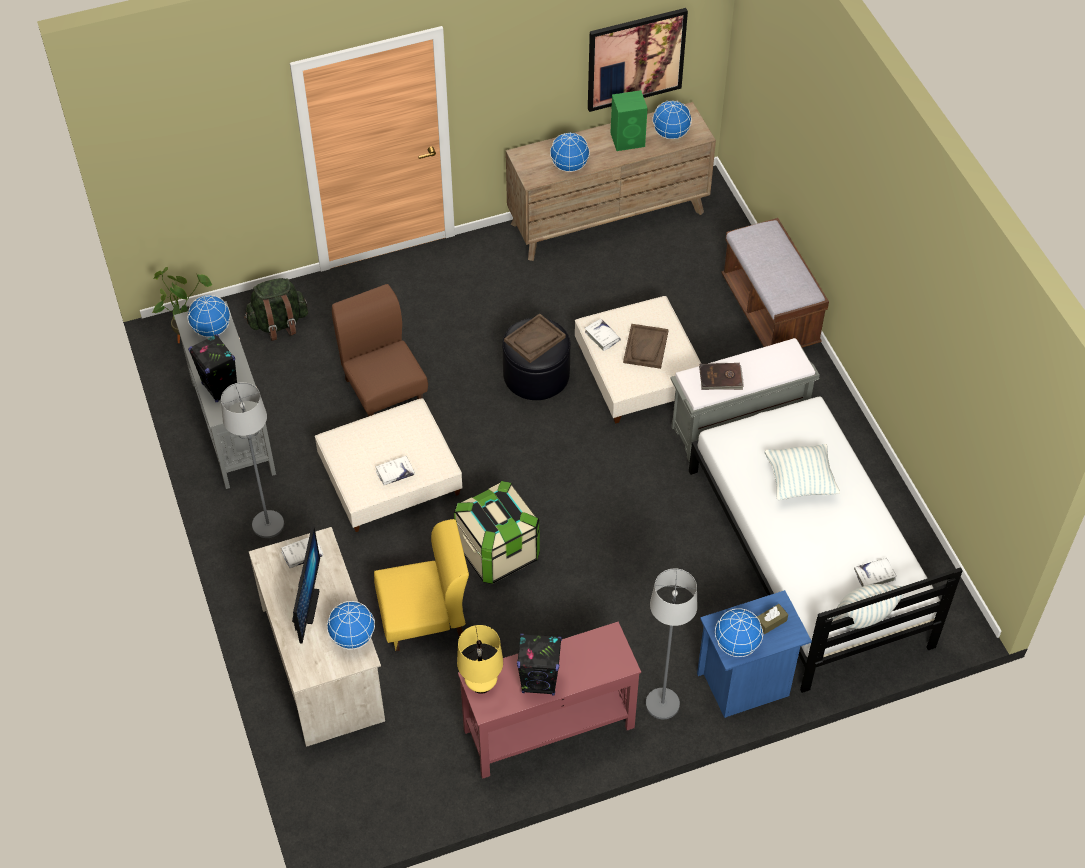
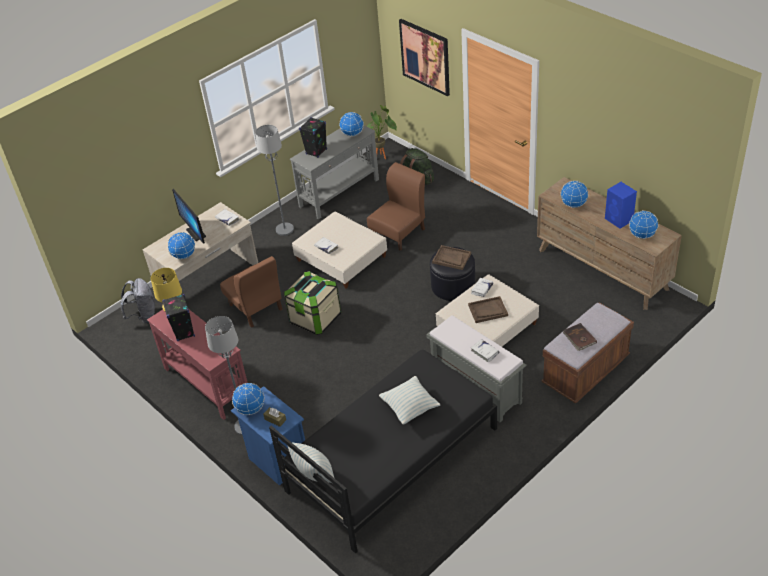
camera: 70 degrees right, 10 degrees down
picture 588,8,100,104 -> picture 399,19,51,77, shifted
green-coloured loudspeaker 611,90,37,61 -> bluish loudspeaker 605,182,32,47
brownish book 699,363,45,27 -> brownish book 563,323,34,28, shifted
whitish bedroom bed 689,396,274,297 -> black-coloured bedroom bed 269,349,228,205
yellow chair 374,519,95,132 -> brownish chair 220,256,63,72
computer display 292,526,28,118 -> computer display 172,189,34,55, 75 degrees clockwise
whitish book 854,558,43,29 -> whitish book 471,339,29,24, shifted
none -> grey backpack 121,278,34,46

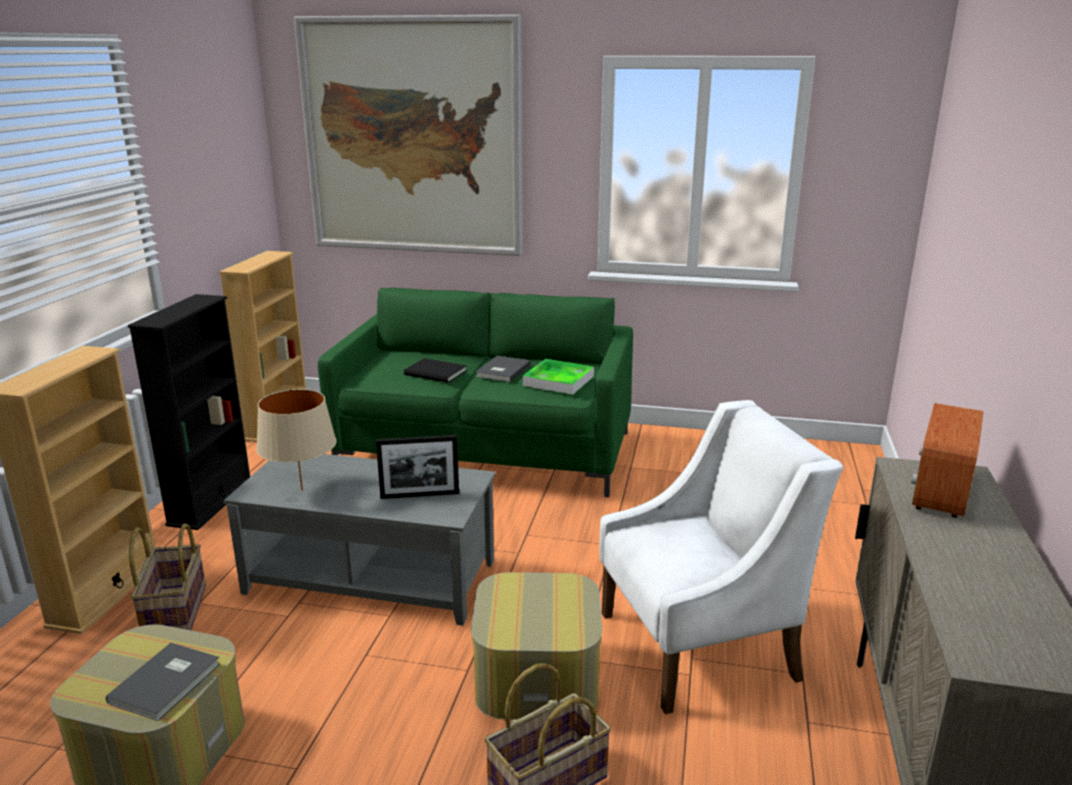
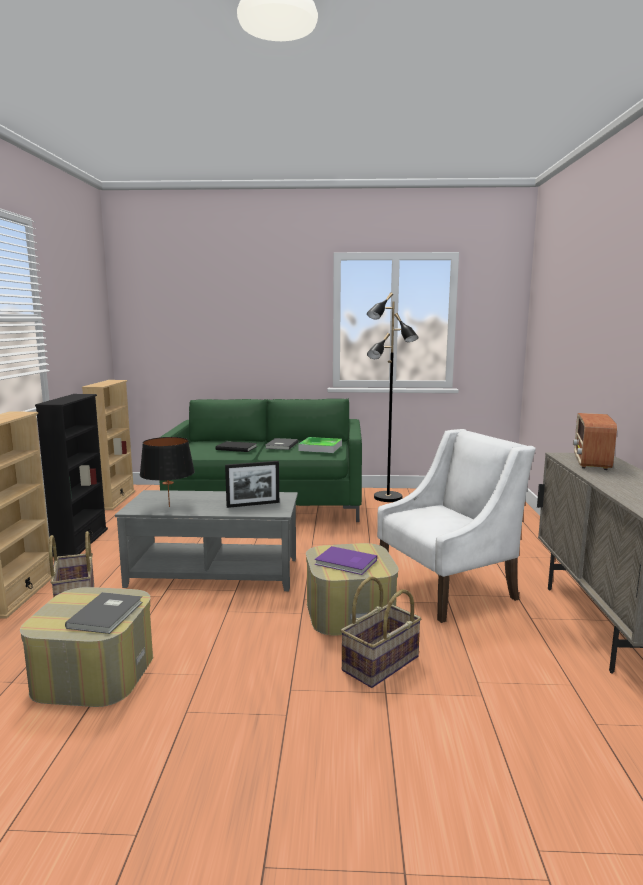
camera: 10 degrees left, 10 degrees down
picture 294,14,229,242 -> none
sand-coloured tabletop lamp 256,389,80,101 -> black-coloured tabletop lamp 140,437,55,70
none -> black-coloured standing lamp 367,292,52,210
none -> purple book 315,546,62,29

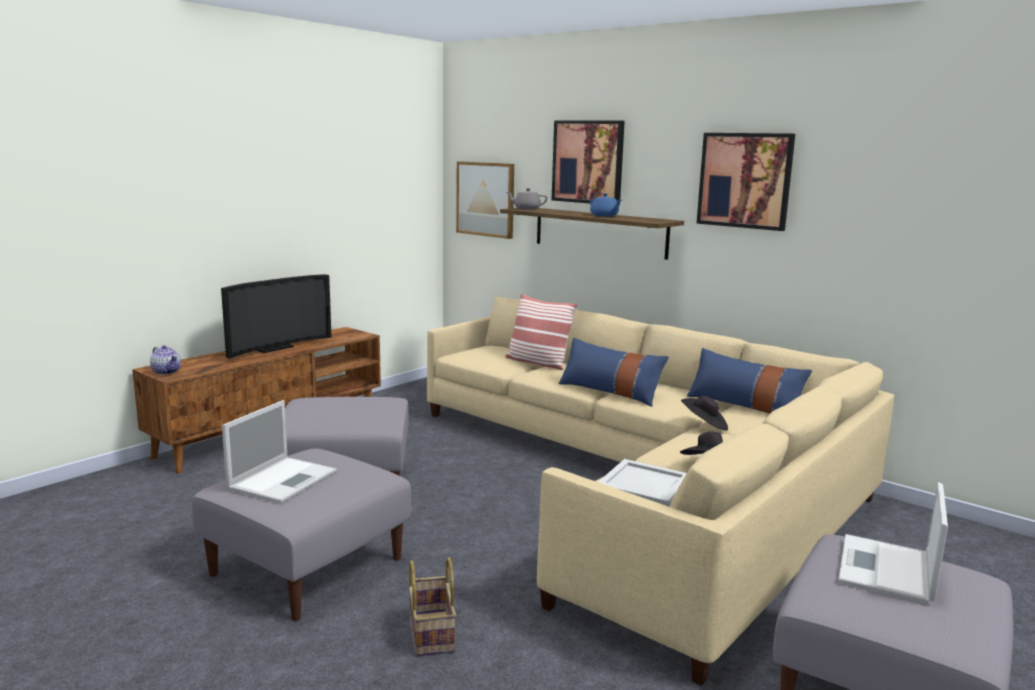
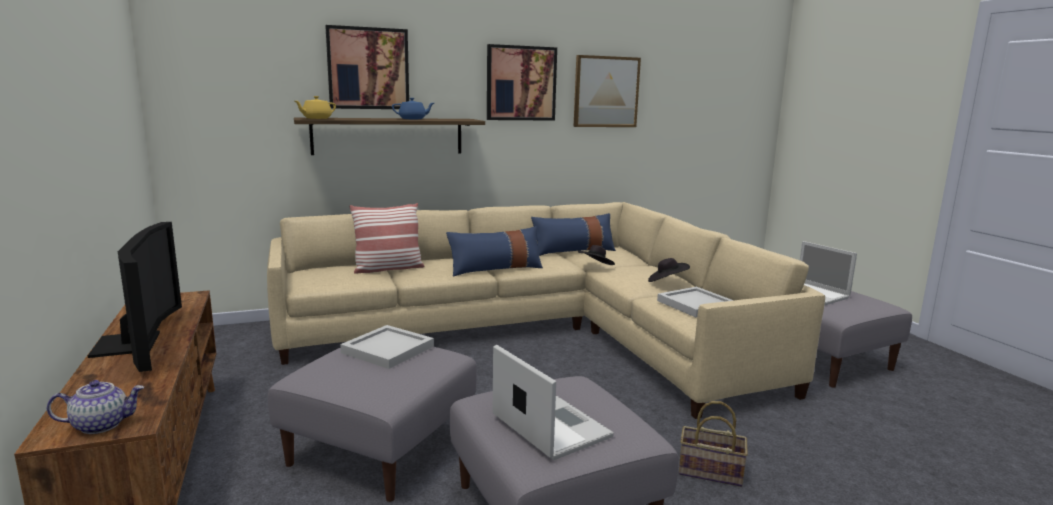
camera: 60 degrees left, 0 degrees up
picture 456,161,58,78 -> picture 573,55,68,72, shifted
grey tea pot 507,188,41,22 -> yellow tea pot 295,96,41,23
none -> whitish tray 340,325,94,44

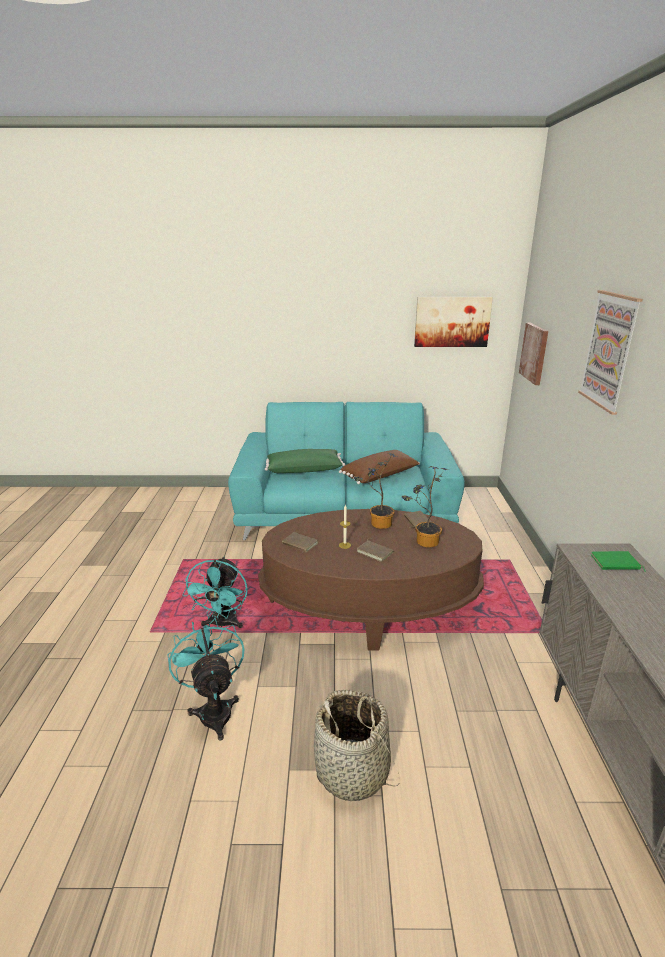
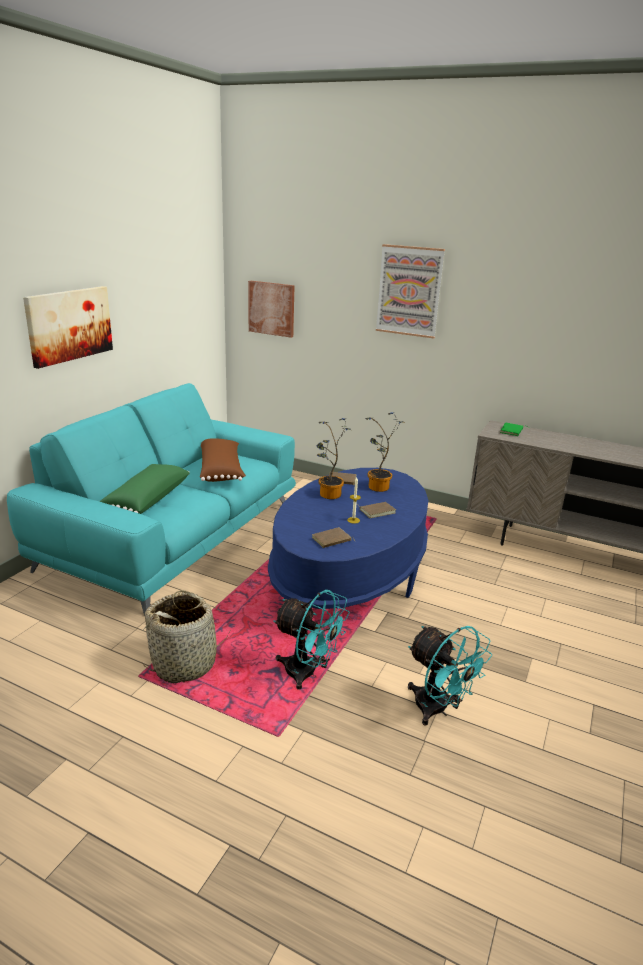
camera: 65 degrees left, 0 degrees up
picture 414,297,79,50 -> picture 23,286,90,83, shifted
brownish lounge table 258,509,226,141 -> bluish lounge table 268,468,160,141
blue-green cooling fan 168,618,76,123 -> blue-green cooling fan 408,626,84,100, 135 degrees counterclockwise
household basket 314,690,86,111 -> household basket 142,590,88,93, shifted

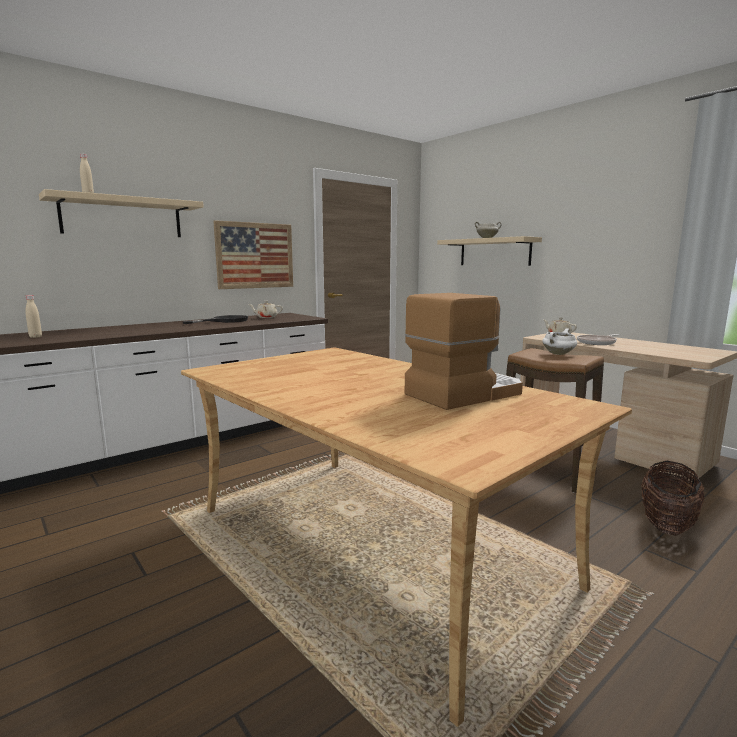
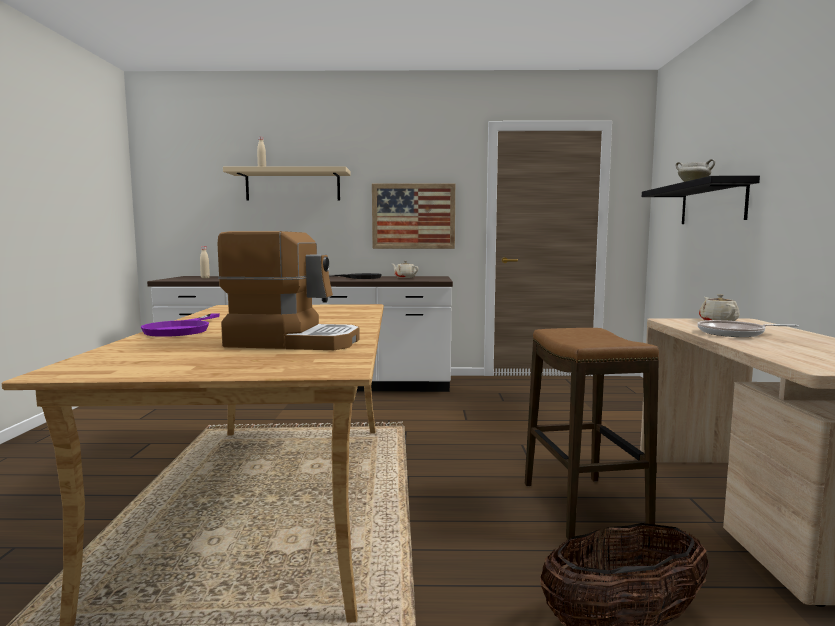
camera: 40 degrees right, 5 degrees down
sand-coloured shelf 437,236,105,30 -> black-coloured shelf 642,176,118,48
whitish cooking pot 542,328,35,27 -> none
none -> purple skillet 141,313,79,24

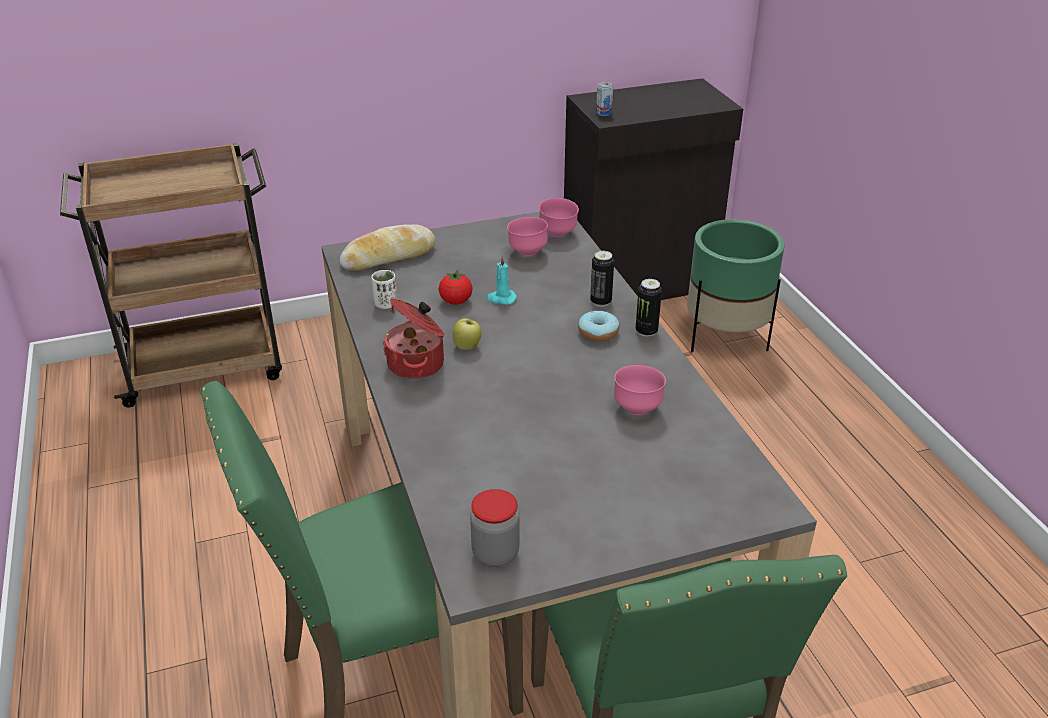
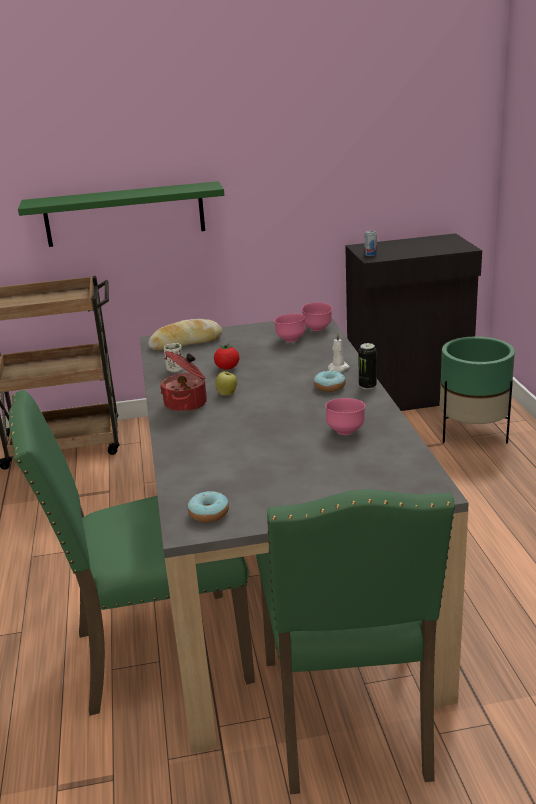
camera: 10 degrees right, 10 degrees down
sealed can 590,251,24,56 -> whitish wax light 328,332,21,40
blue-green wax light 487,256,30,49 -> none
jar 470,489,49,78 -> donut 188,491,41,32
none -> green-coloured shelf 18,181,206,66

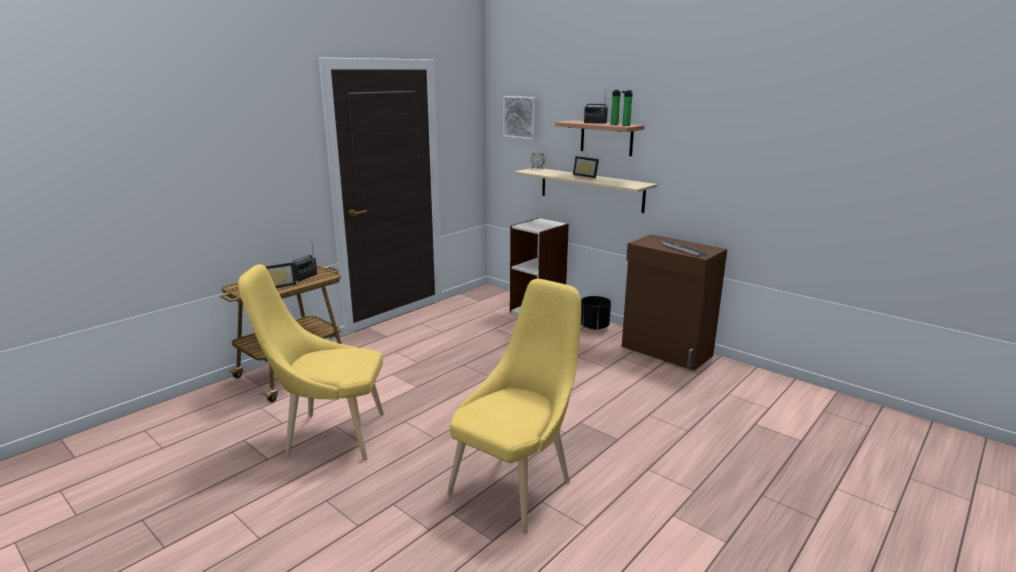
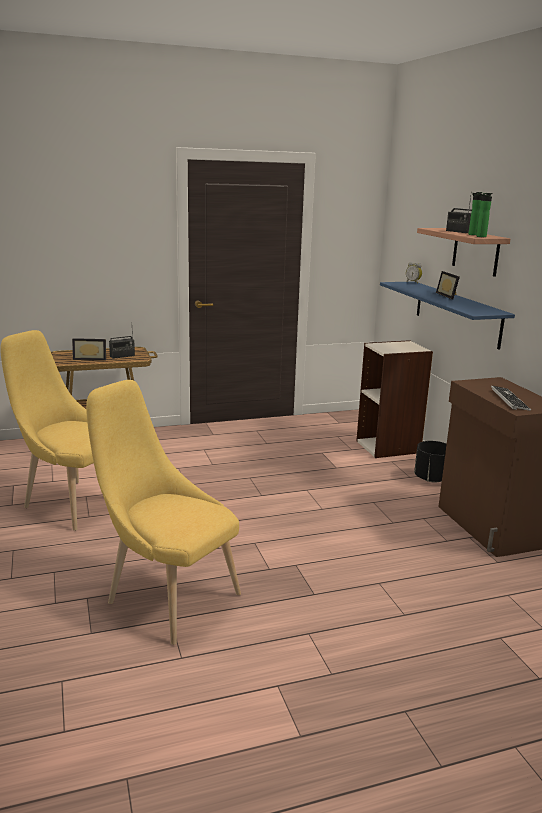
camera: 30 degrees right, 0 degrees up
picture 503,96,34,44 -> none
sand-coloured shelf 514,168,143,45 -> bluish shelf 380,281,135,69
yellow chair 447,279,134,255 -> yellow chair 86,380,155,265, 120 degrees counterclockwise

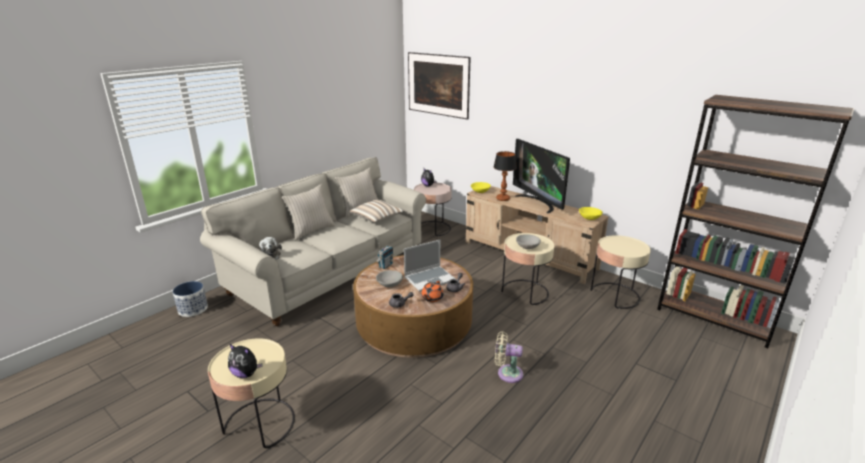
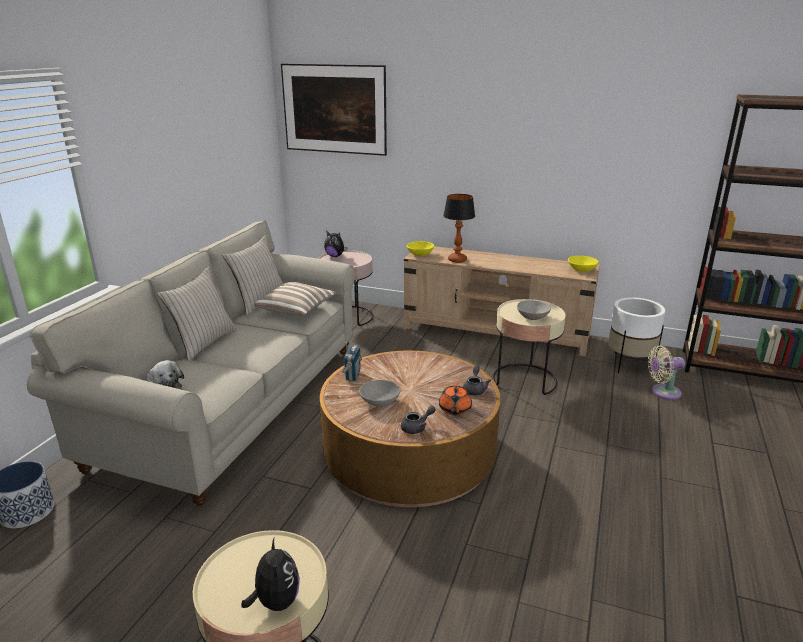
camera: 20 degrees left, 0 degrees up
TV set 513,139,57,75 -> none
sand-coloured end table 591,235,60,74 -> whitish plant pot 608,297,57,76
notebook computer 404,240,51,52 -> none
sand-coloured cooling fan 495,331,28,52 -> sand-coloured cooling fan 648,345,37,55, shifted
plush toy 228,344,35,34 -> plush toy 241,538,59,73, 105 degrees counterclockwise

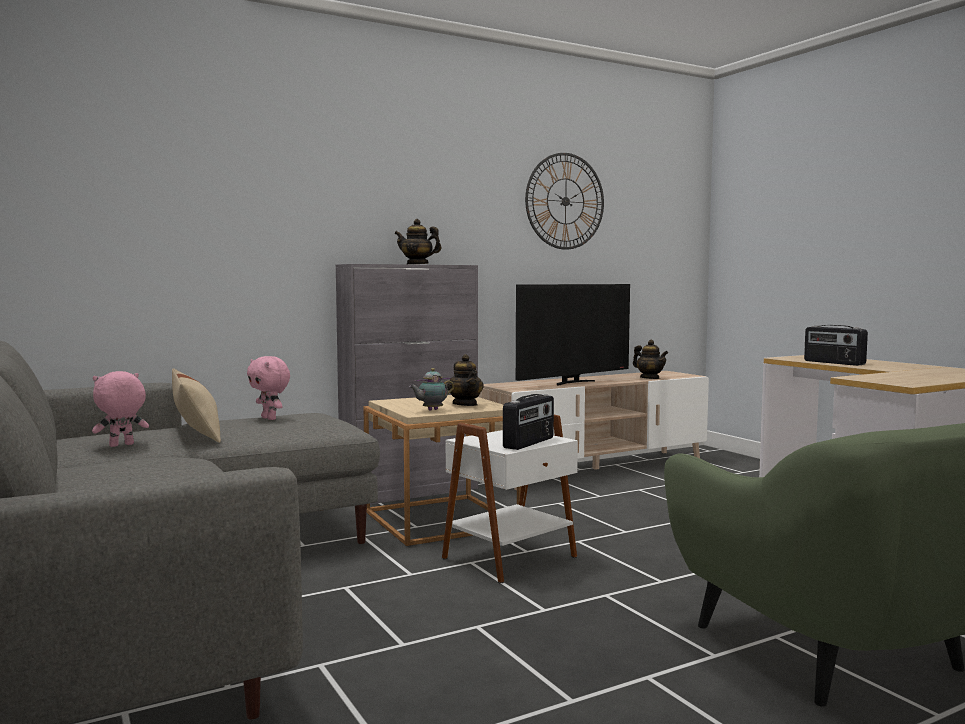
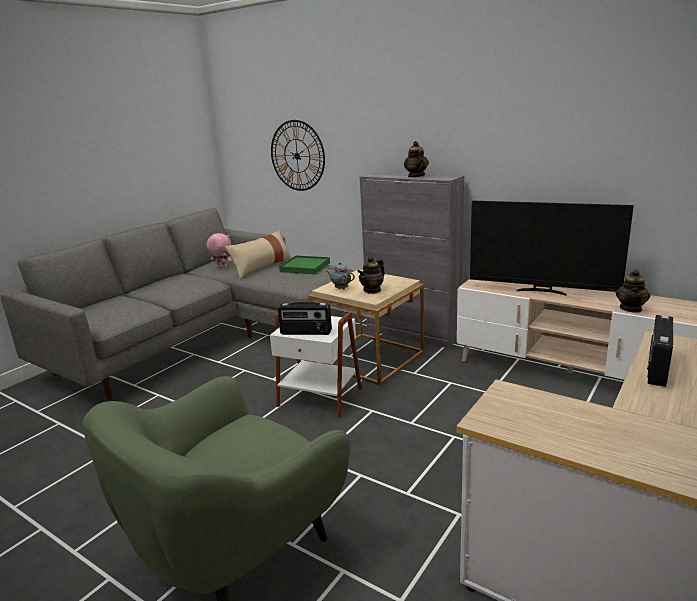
camera: 65 degrees right, 15 degrees up
wall clock 525,153,79,97 -> wall clock 271,120,54,71, shifted
pinkish plush toy 247,356,43,64 -> green-coloured tray 279,255,51,20

